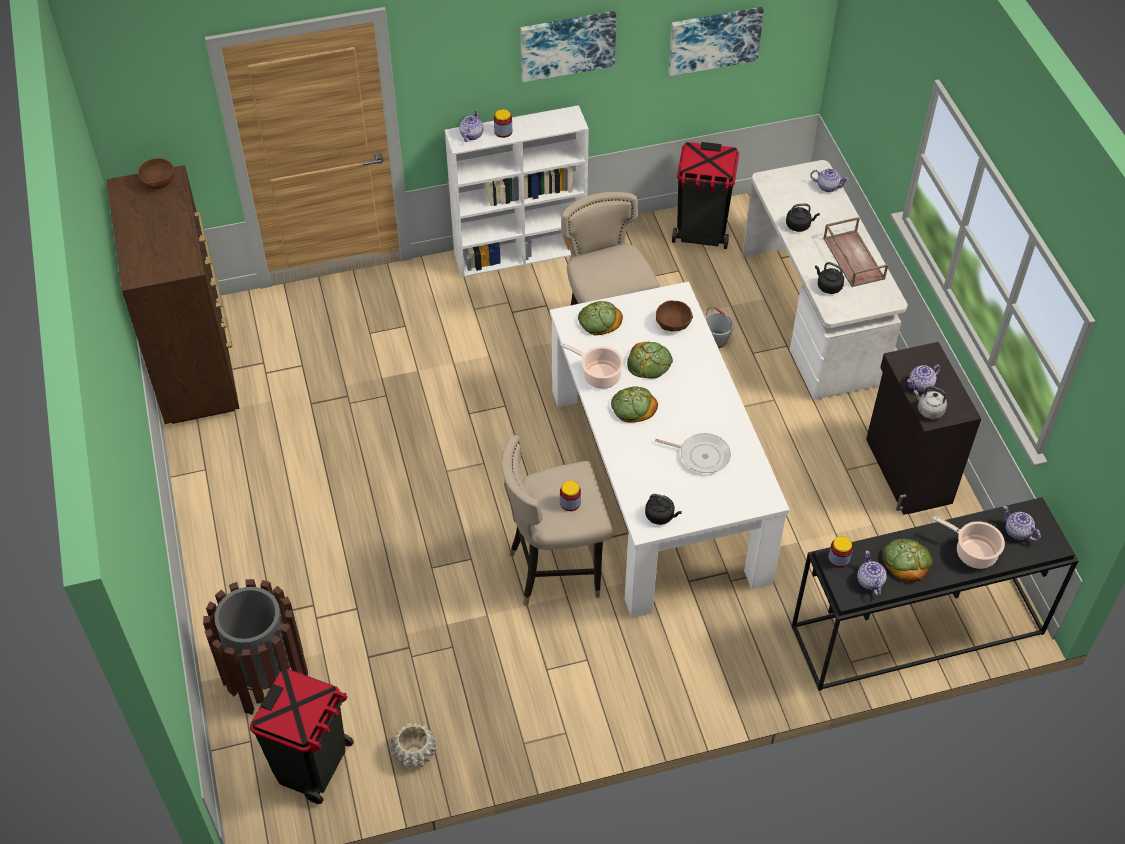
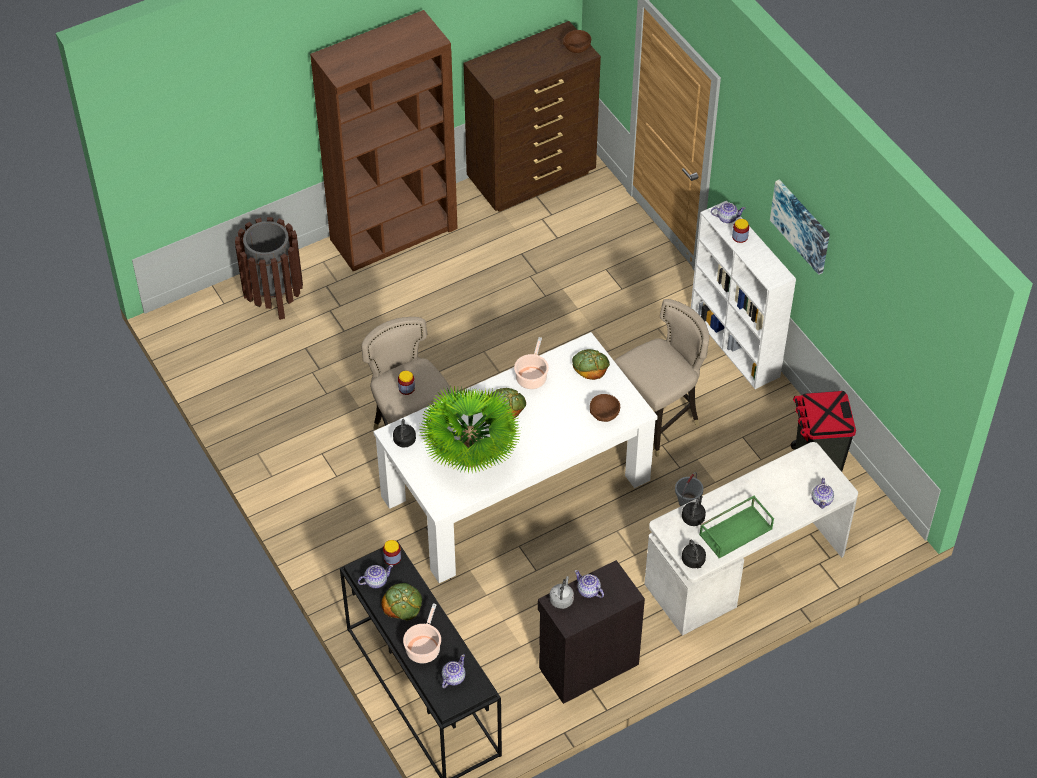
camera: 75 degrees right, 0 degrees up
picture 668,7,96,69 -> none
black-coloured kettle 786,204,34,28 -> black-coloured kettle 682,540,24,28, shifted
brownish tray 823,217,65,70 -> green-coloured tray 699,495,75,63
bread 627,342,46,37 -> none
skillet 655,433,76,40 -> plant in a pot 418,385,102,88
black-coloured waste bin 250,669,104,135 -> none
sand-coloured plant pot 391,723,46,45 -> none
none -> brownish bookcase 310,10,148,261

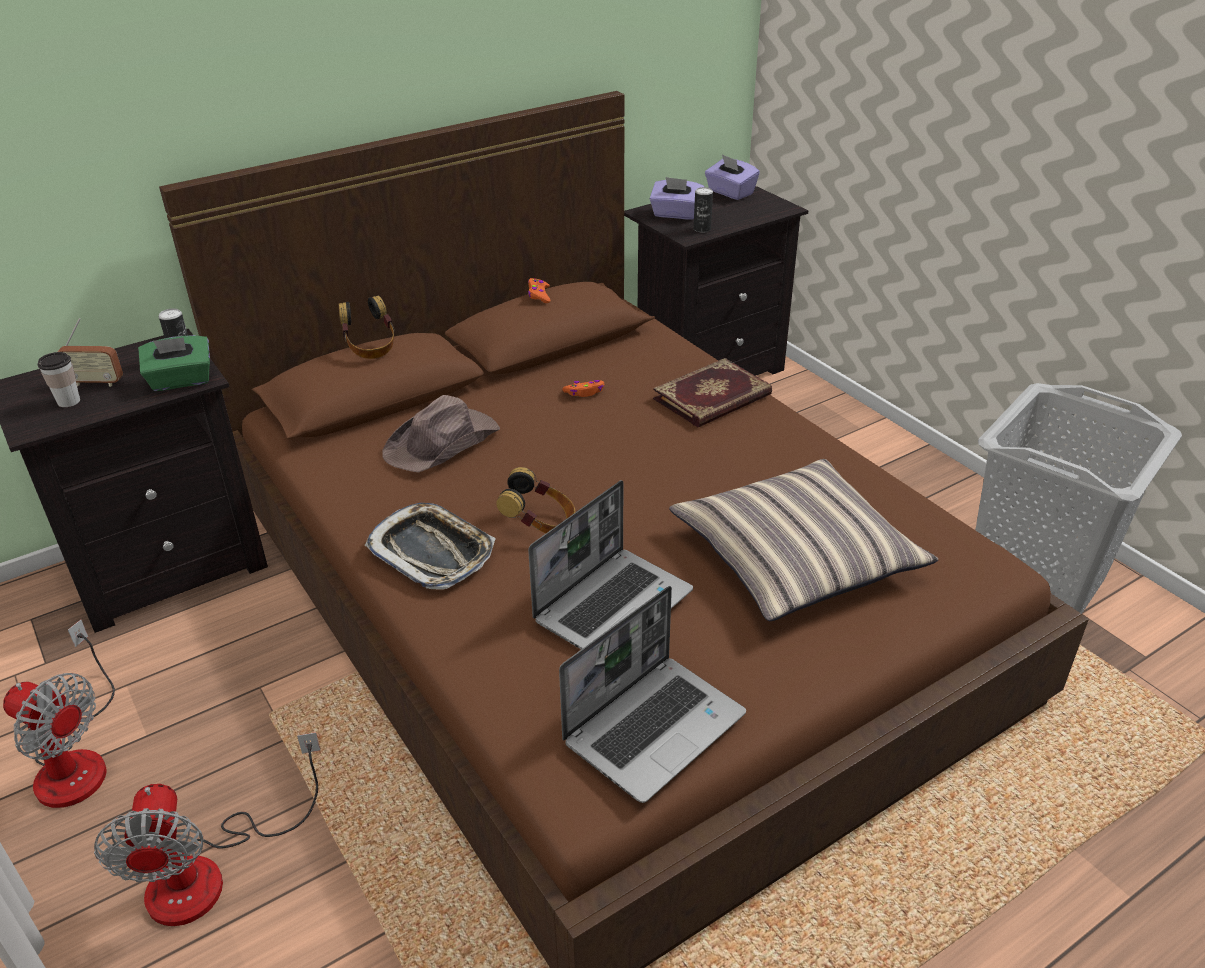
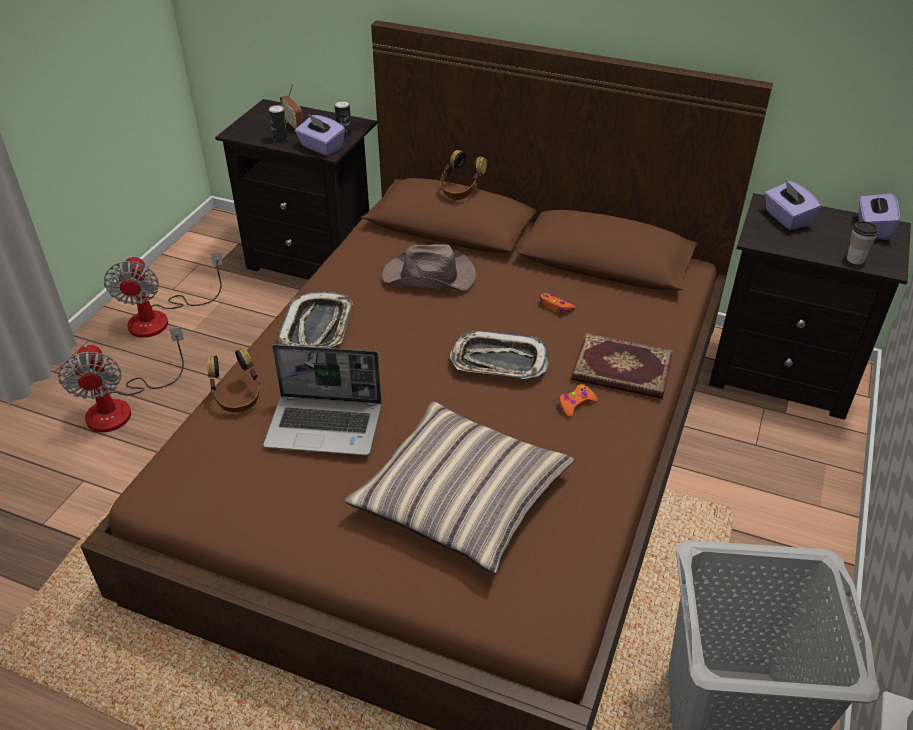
camera: 55 degrees right, 5 degrees up
sealed can 694,187,19,46 -> sealed can 269,105,19,38, shifted
orange joypad 528,278,22,25 -> orange joypad 559,384,39,33, shifted
green-coloured tissue box 138,335,72,56 -> purple tissue box 295,114,50,42
small cup 37,352,43,55 -> small cup 847,221,32,43, shifted
headset 496,467,79,66 -> headset 207,348,53,65, shifted
notebook computer 559,586,187,217 -> none
cooling fan 94,732,226,194 -> cooling fan 58,327,126,105, 60 degrees counterclockwise
none -> tray 450,331,99,48

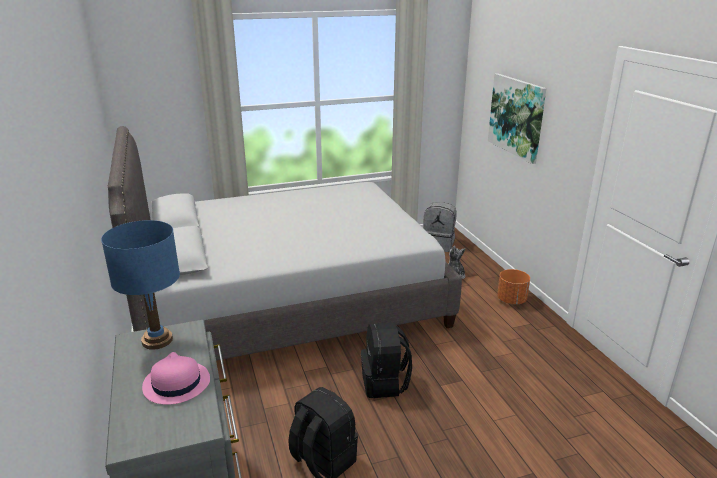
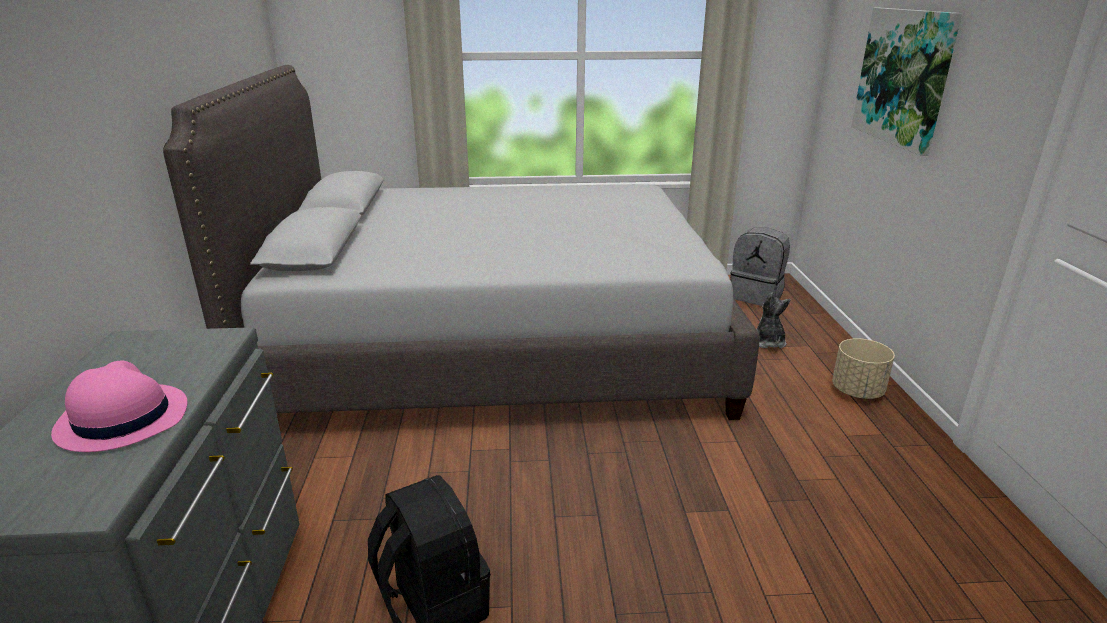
camera: 15 degrees right, 0 degrees up
bluish tabletop lamp 101,220,79,130 -> none
orange plant pot 497,269,33,35 -> sand-coloured plant pot 832,338,63,61
black-coloured backpack 361,323,51,75 -> none

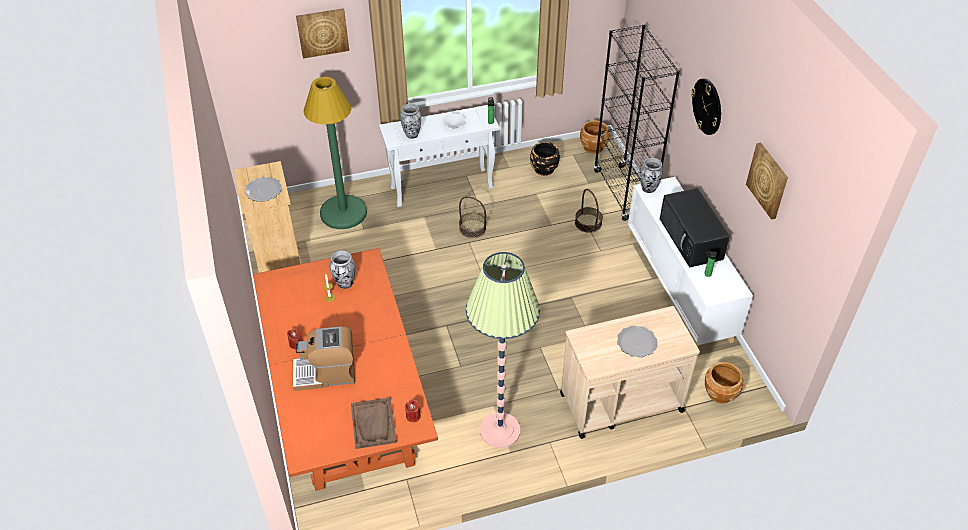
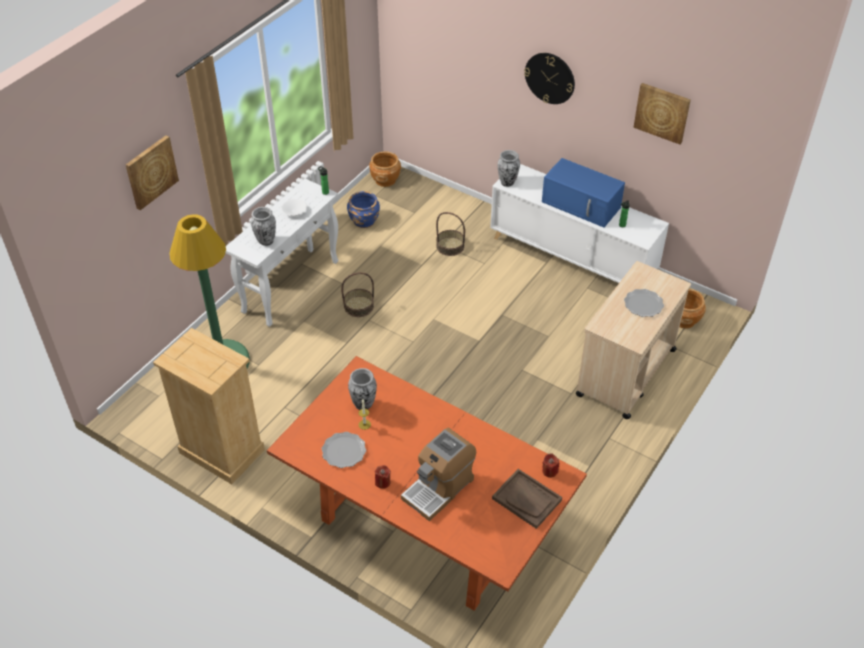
camera: 40 degrees left, 0 degrees up
black-coloured bookcase 594,24,86,197 -> none
black-coloured plant pot 530,142,30,34 -> bluish plant pot 347,191,33,37
flat dish 245,177,37,24 -> flat dish 322,432,44,36, shifted
black-coloured microwave oven 660,188,70,80 -> bluish microwave oven 542,158,83,70
standing lamp 466,252,74,196 -> none

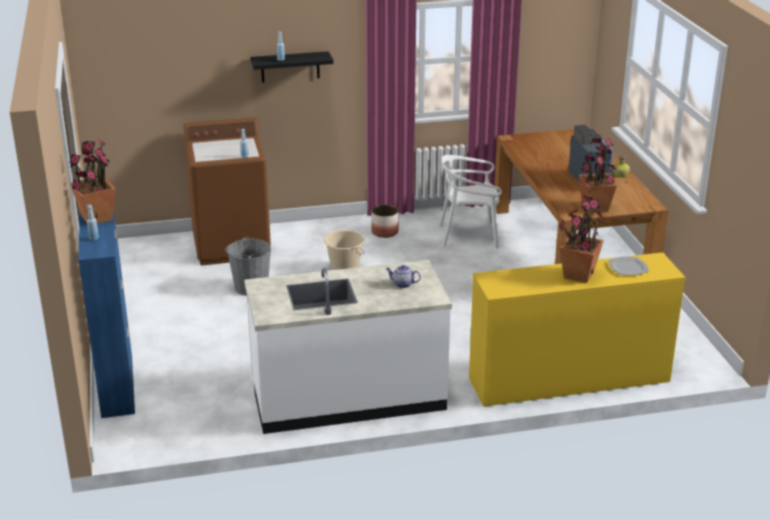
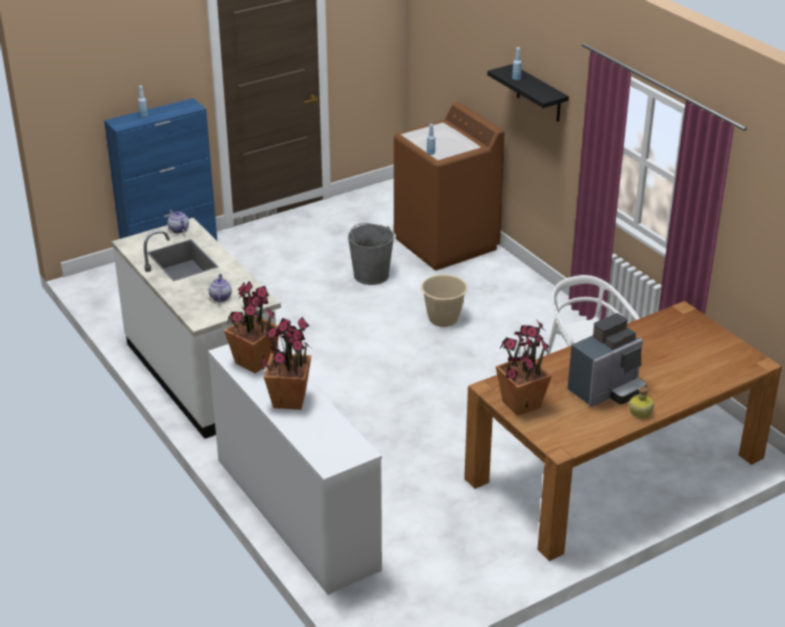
camera: 70 degrees right, 5 degrees up
plant in a pot 69,138,47,86 -> plant in a pot 224,281,55,92, shifted
plant pot 371,205,27,33 -> none
yellow dresser 469,252,217,155 -> whitish dresser 208,344,174,251
flat dish 608,257,41,18 -> none
none -> tea pot 168,209,21,24

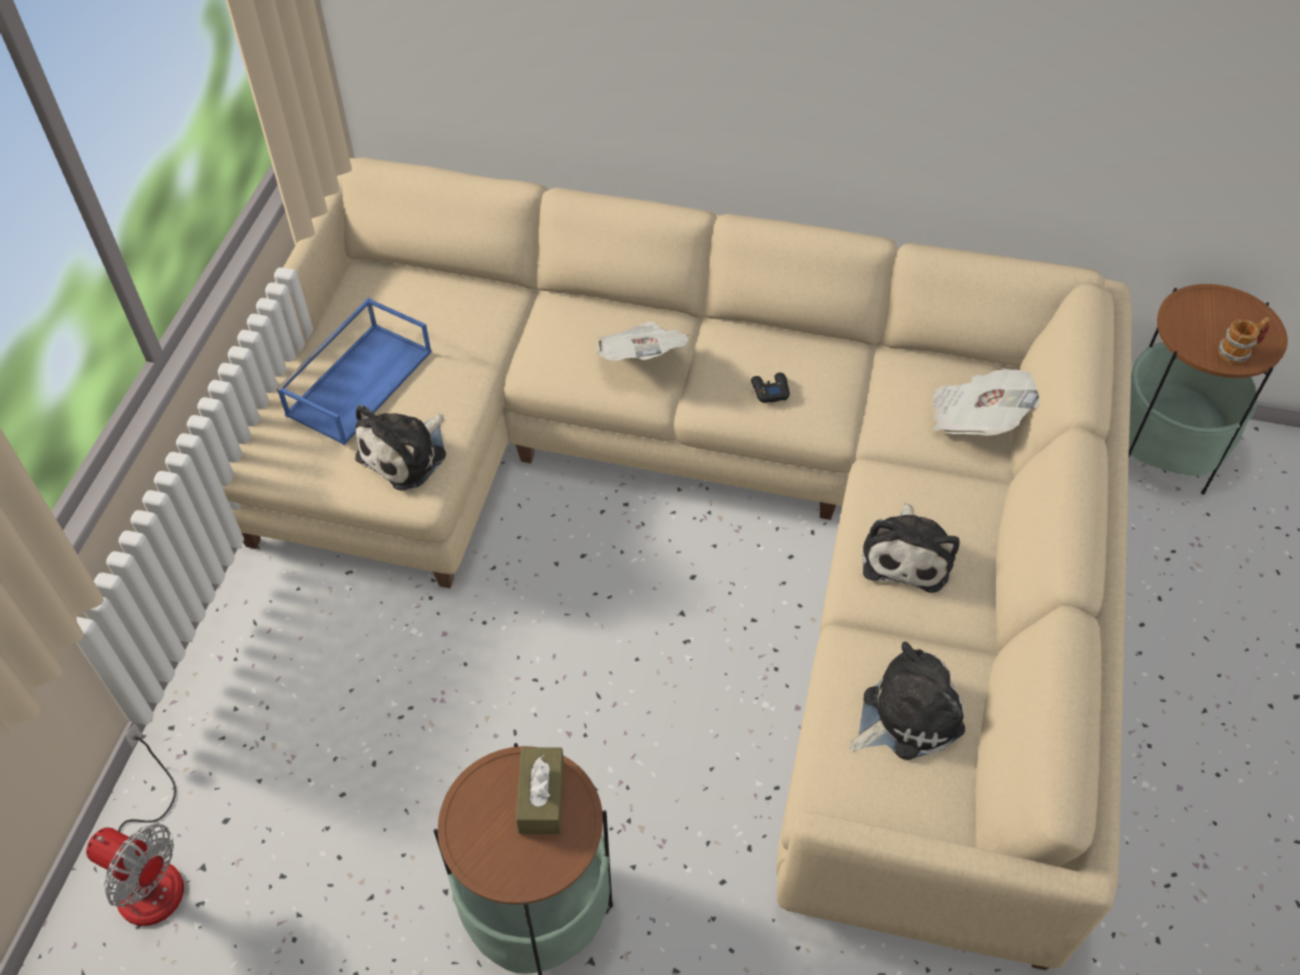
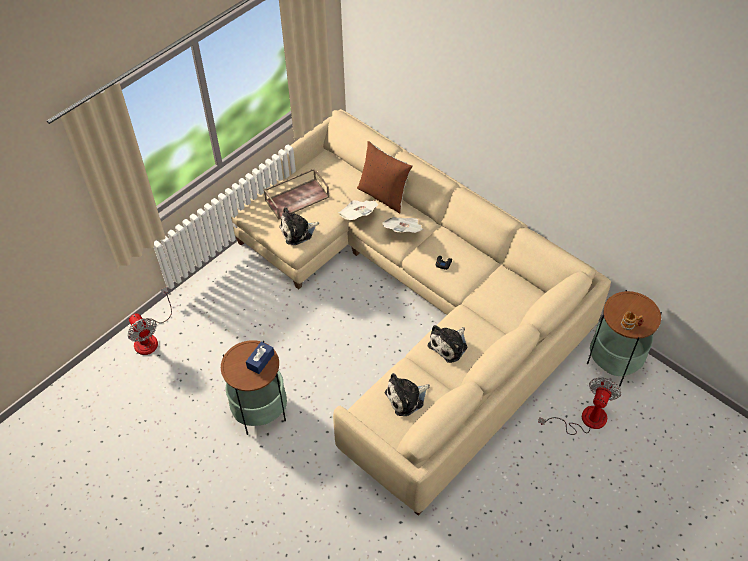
camera: 30 degrees right, 0 degrees up
bluish tray 277,298,155,147 -> brownish tray 264,168,65,52
newspaper 933,368,106,68 -> newspaper 338,200,40,20, shifted
plush toy 850,642,115,118 -> plush toy 385,373,45,43, 150 degrees clockwise
brownish tissue box 516,747,48,87 -> bluish tissue box 246,341,28,33
none -> brownish pillow 357,141,56,72
none -> cooling fan 538,377,83,58

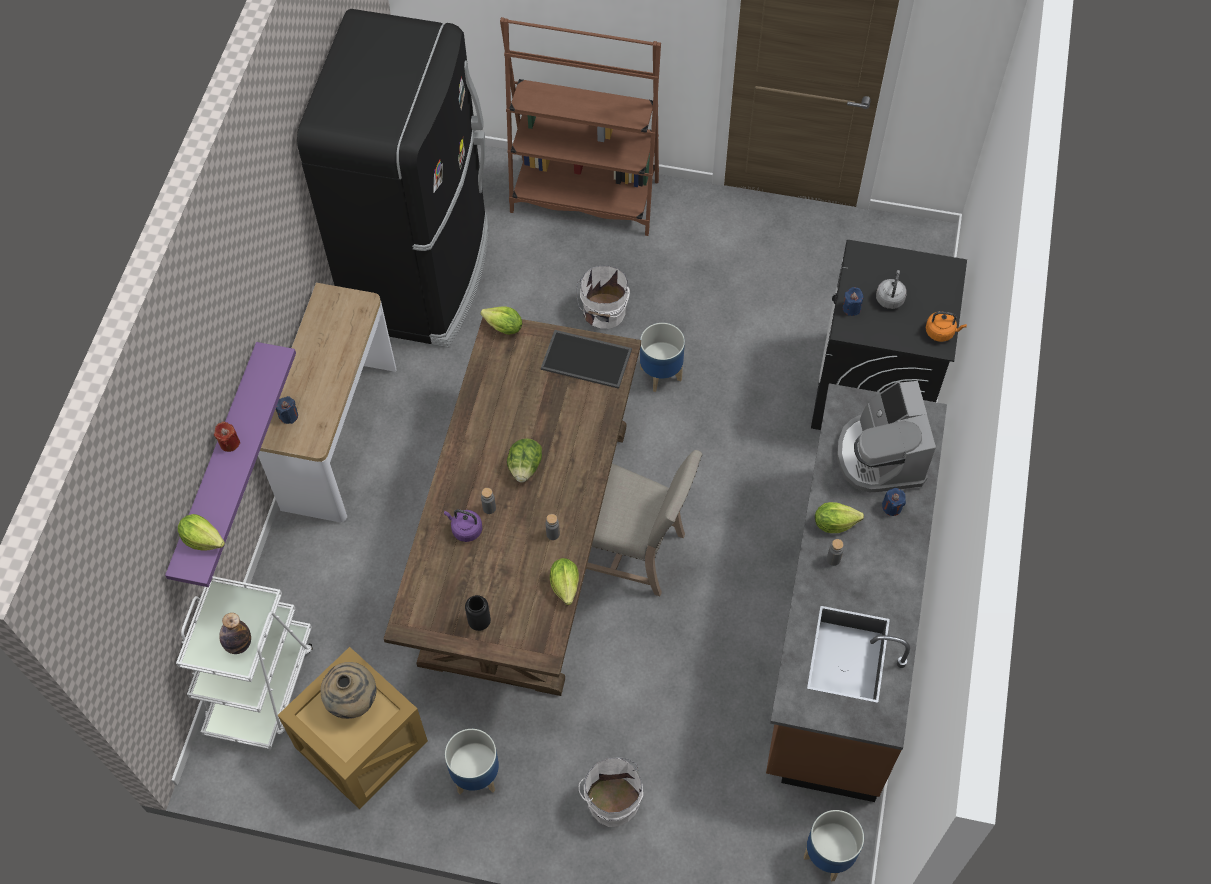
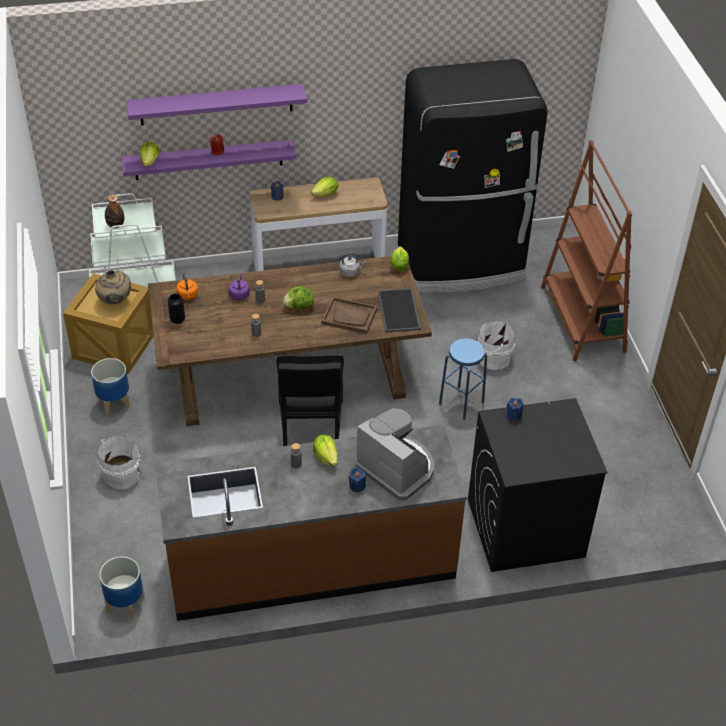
camera: 65 degrees right, 15 degrees down
grey kettle 876,270,31,39 -> grey kettle 339,253,27,24, shifted
orange kettle 925,311,42,31 -> orange kettle 177,273,21,27, shifted
plant pot 640,323,45,69 -> bluish sitting stool 439,338,48,82
coffee maker 837,381,99,111 -> coffee maker 356,408,78,93, 75 degrees clockwise
sand-coloured chair 586,450,116,146 -> black-coloured chair 277,356,67,90
lettuce head 550,558,29,47 -> lettuce head 311,177,27,20, shifted
none -> purple shelf 126,84,182,42
none -> brownish tray 321,297,56,37

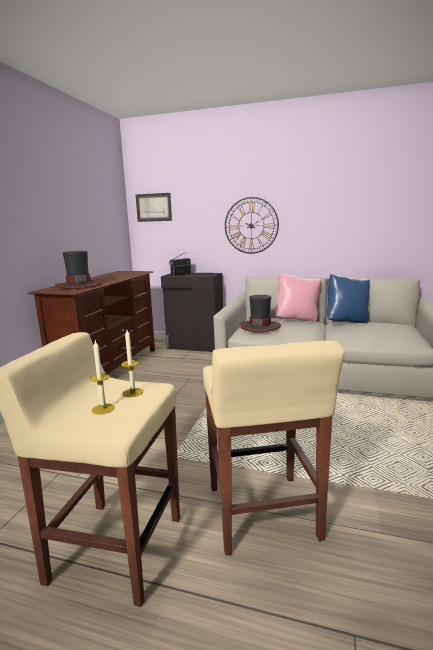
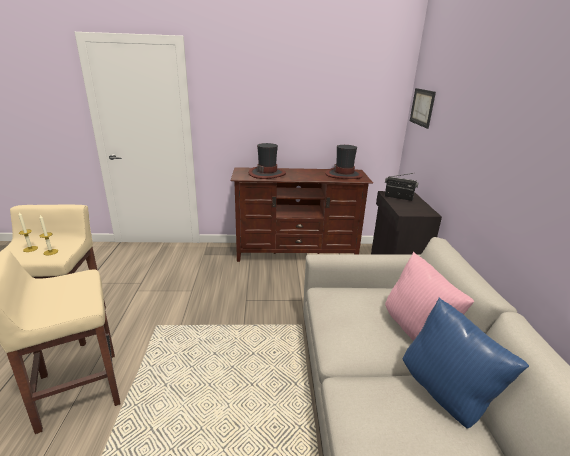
camera: 70 degrees right, 10 degrees up
wall clock 225,197,54,57 -> none
hat 240,295,41,38 -> hat 325,145,38,34, shifted

